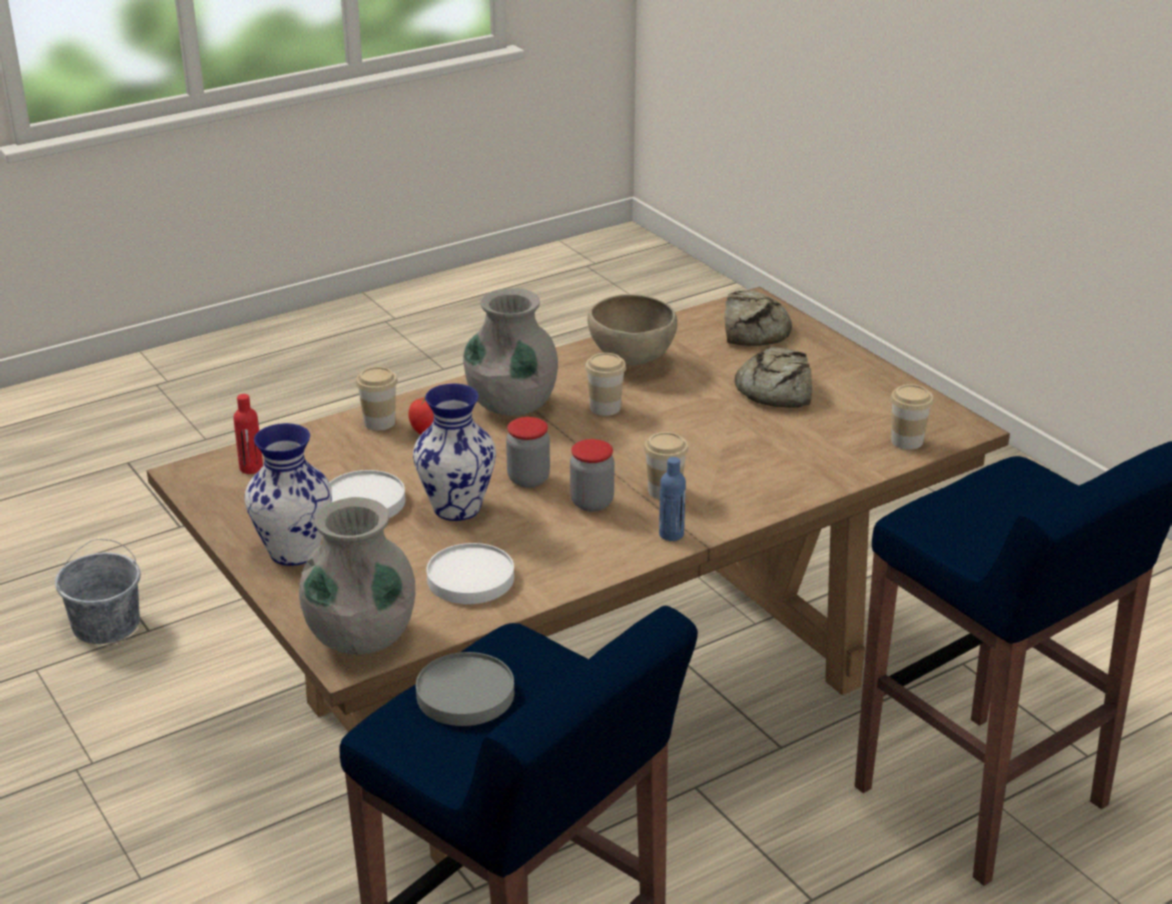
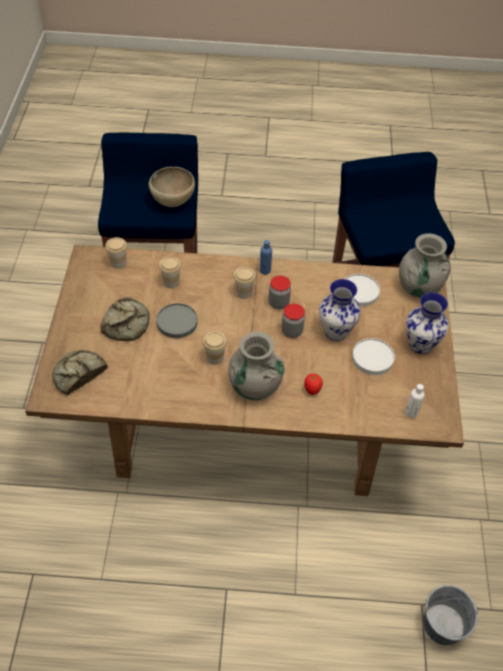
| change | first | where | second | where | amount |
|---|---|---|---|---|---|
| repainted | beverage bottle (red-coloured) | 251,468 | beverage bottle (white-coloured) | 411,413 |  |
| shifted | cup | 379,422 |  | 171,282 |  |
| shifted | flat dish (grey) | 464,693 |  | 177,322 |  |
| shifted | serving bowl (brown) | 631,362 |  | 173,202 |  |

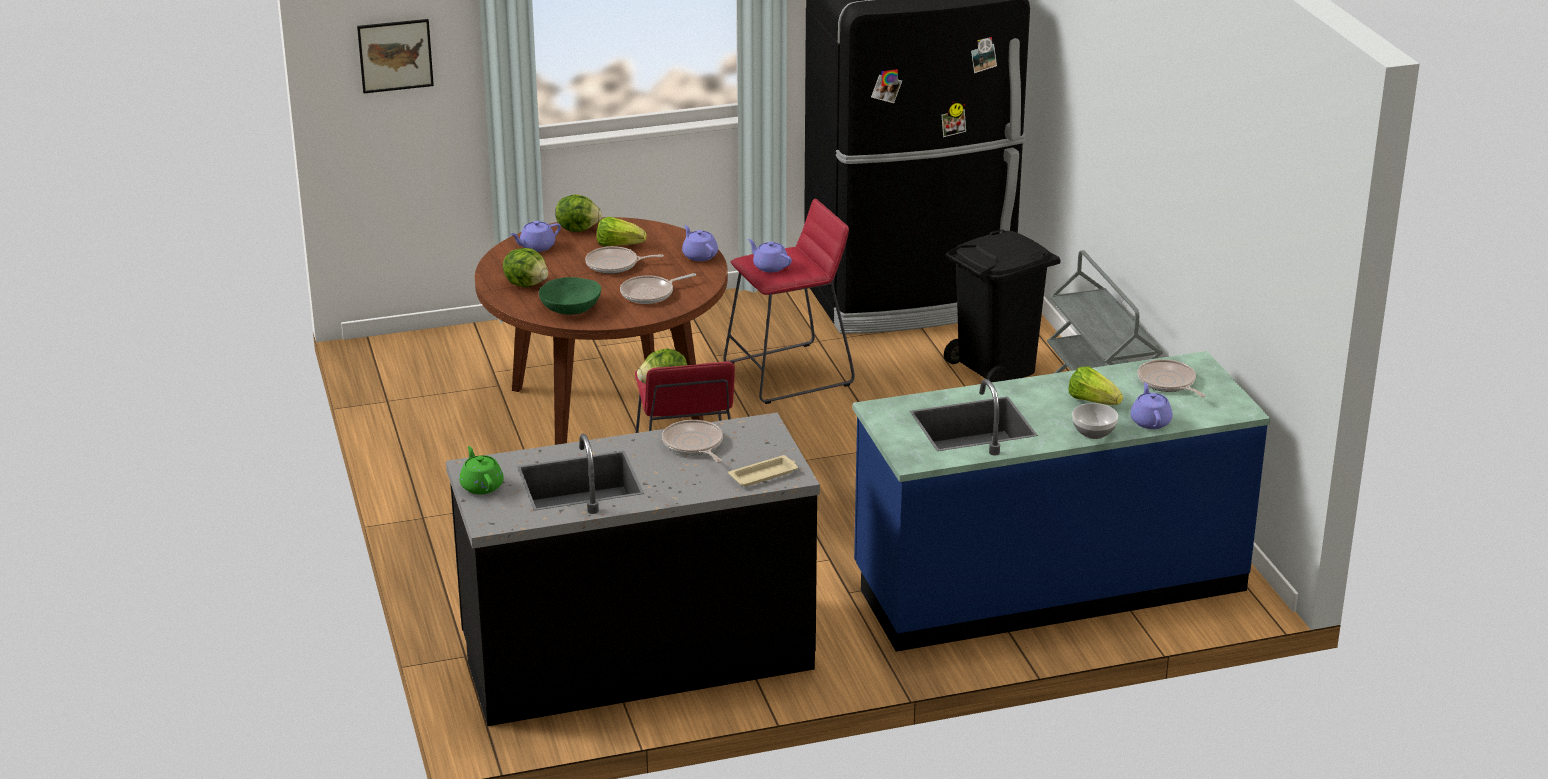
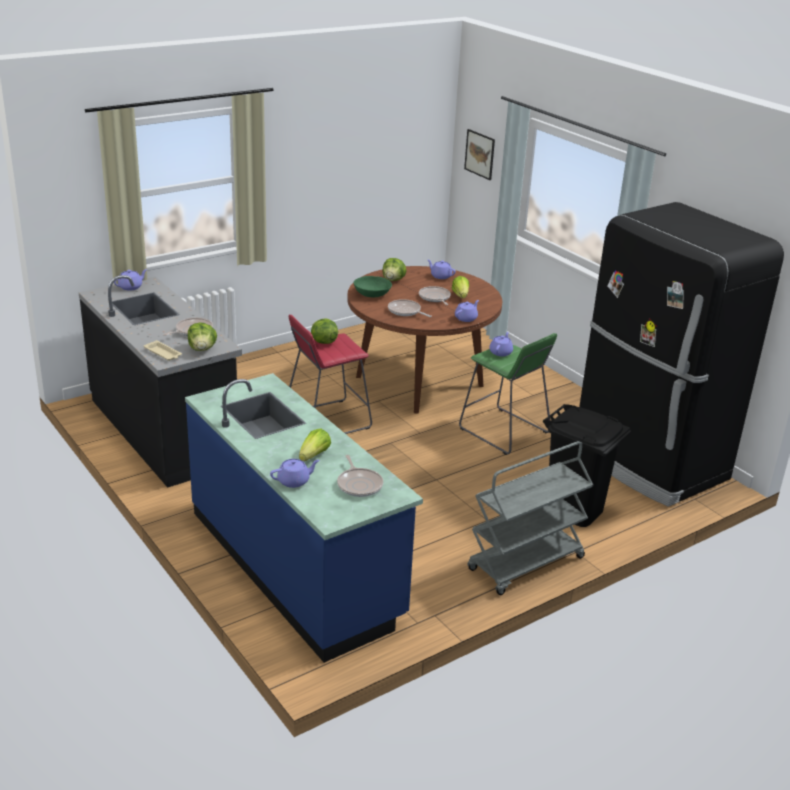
| change | first | where | second | where | amount |
|---|---|---|---|---|---|
| repainted | pot for tea (greenish) | 481,486 | pot for tea (purple-coloured) | 131,287 |  |
| shifted | head of lettuce | 578,229 |  | 202,349 |  |
| repainted | sitting stool (red-coloured) | 788,374 | sitting stool (greenish) | 504,431 |  |
| gone | serving bowl | 1094,432 |  |  |  |
| rotated | skillet | 1168,382 |  | 359,484 | 120 degrees clockwise |

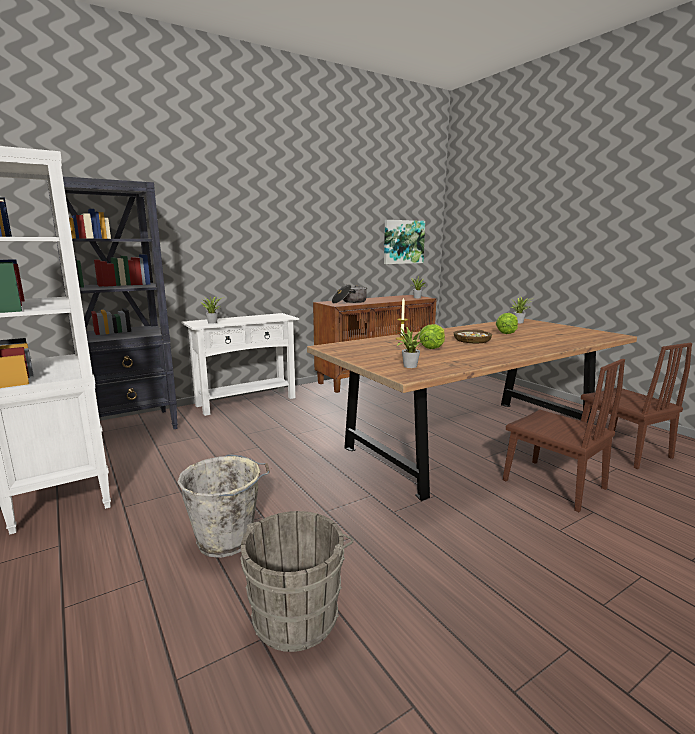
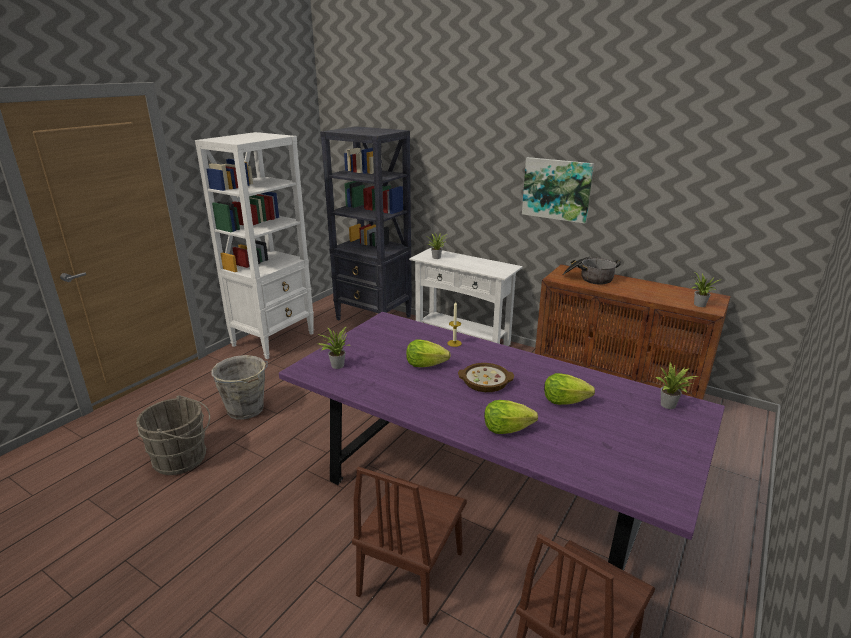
| change | first | where | second | where | amount |
|---|---|---|---|---|---|
| repainted | dinner table (brown) | 472,441 | dinner table (purple-coloured) | 484,494 |  |
| shifted | picture | 403,242 |  | 557,189 |  |
| new |  |  | head of lettuce | 506,429 |  |

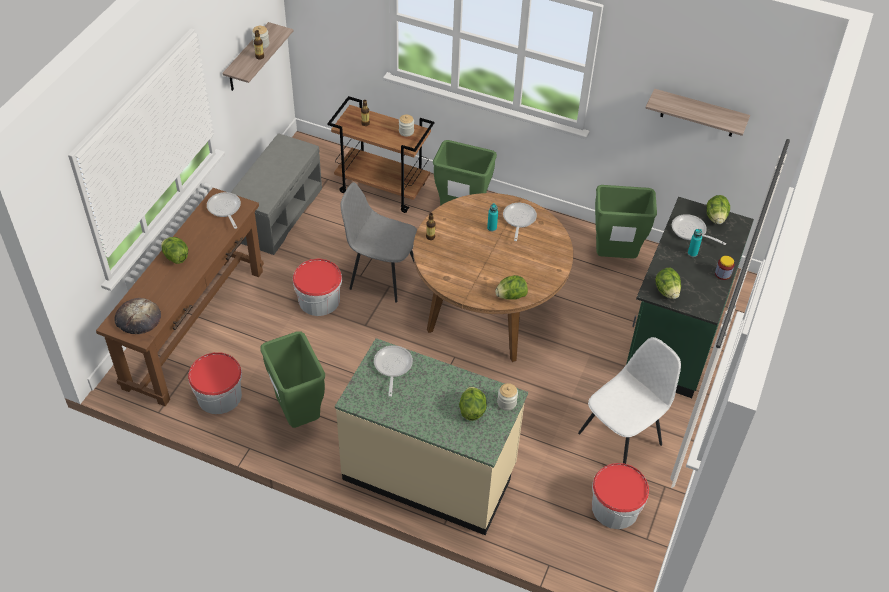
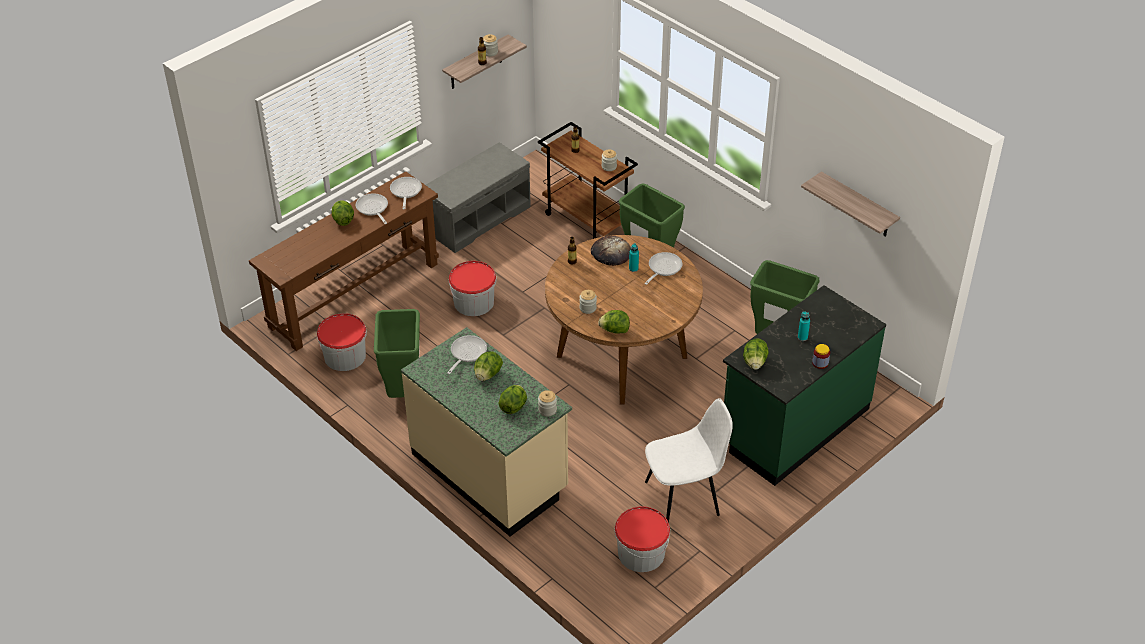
| change | first | where | second | where | amount |
|---|---|---|---|---|---|
| shifted | bakery bread | 138,318 |  | 611,253 |  |
| gone | plain chair (grey) | 381,275 |  |  |  |
| shifted | skillet | 691,232 |  | 373,209 |  |
| shifted | head of lettuce | 715,218 |  | 488,375 |  |
| new |  |  | jar | 588,308 |  |

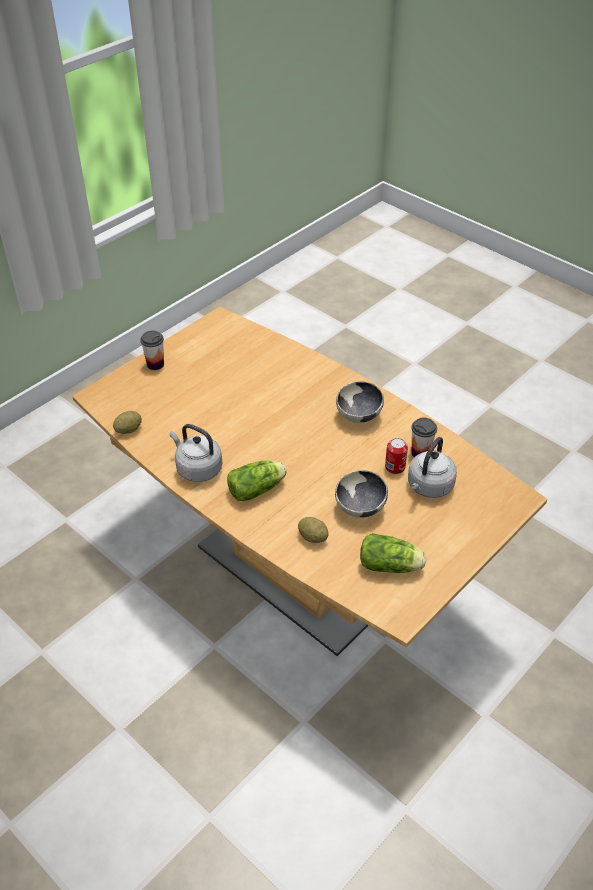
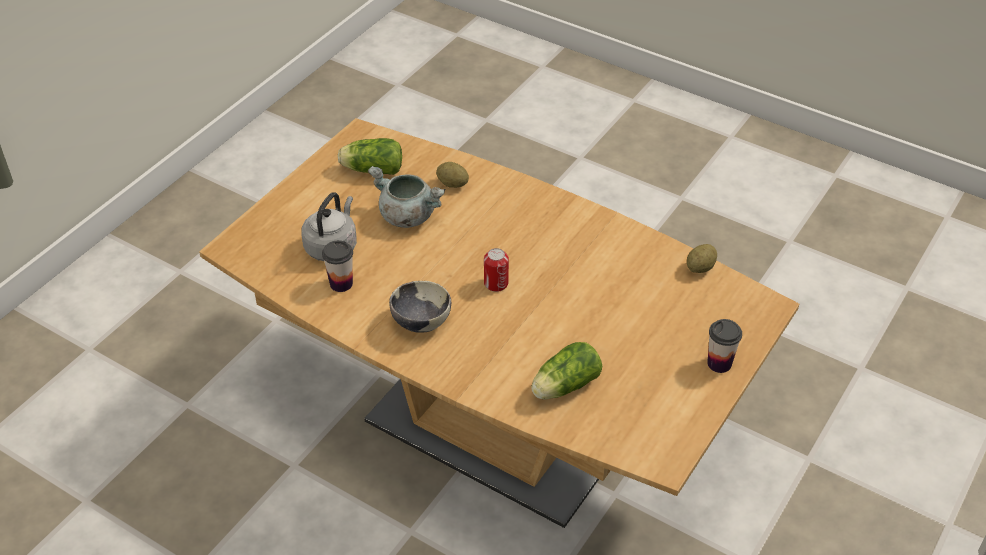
| change | first | where | second | where | amount |
|---|---|---|---|---|---|
| gone | water kettle (grey) | 197,468 |  |  |  |
| shifted | head of lettuce | 258,489 |  | 563,386 |  |
| swapped | serving bowl | 360,508 | saucepot (grey) | 407,216 |  |
| shifted | can | 395,467 |  | 496,283 |  |

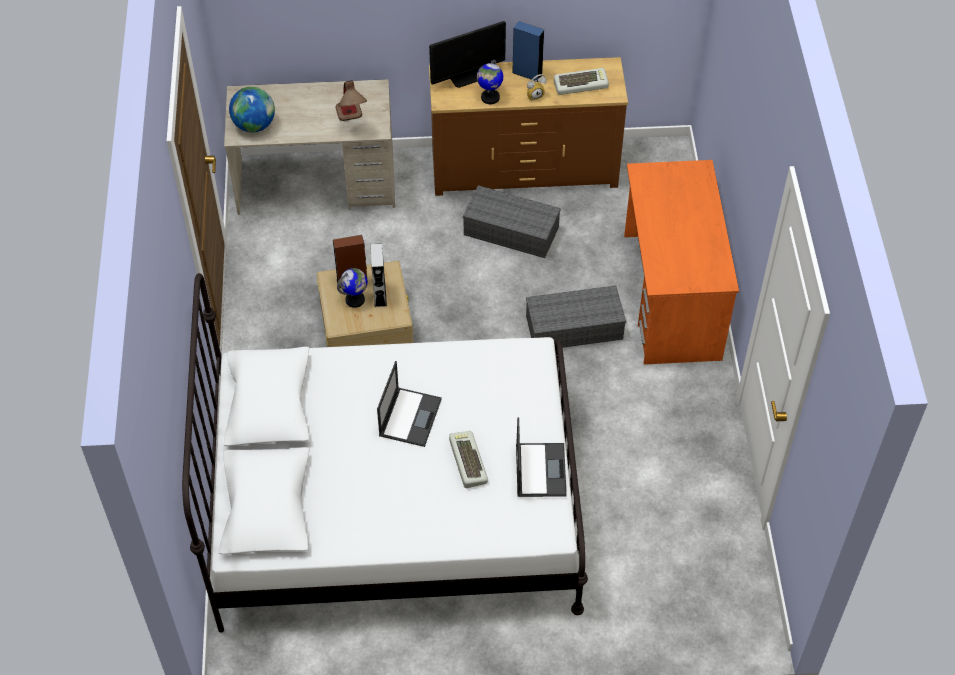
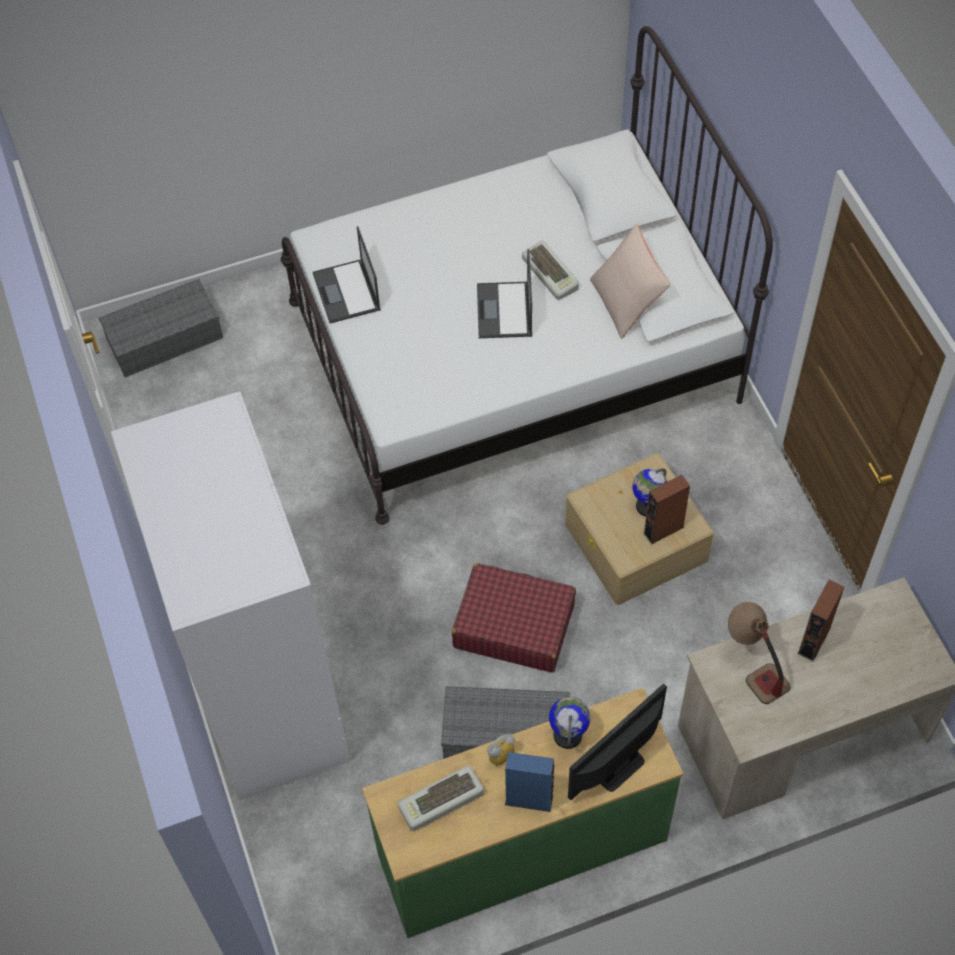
| change | first | where | second | where | amount |
|---|---|---|---|---|---|
| gone | world globe | 254,125 |  |  |  |
| gone | speaker (grey) | 380,294 |  |  |  |
| repainted | drawer chest (brown) | 524,169 | drawer chest (greenish) | 523,849 |  |
| shifted | keyboard | 466,461 |  | 552,273 |  |
| shifted | storage box (grey) | 575,326 |  | 164,340 |  |
| swapped | desk table (orangey) | 671,297 | armoire (white-coloured) | 267,691 |  |
| new |  |  | travel case (red-coloured) | 513,625 |  |
| new |  |  | cushion (beige) | 627,302 |  |
| new |  |  | speaker (brown) | 814,640 |  |

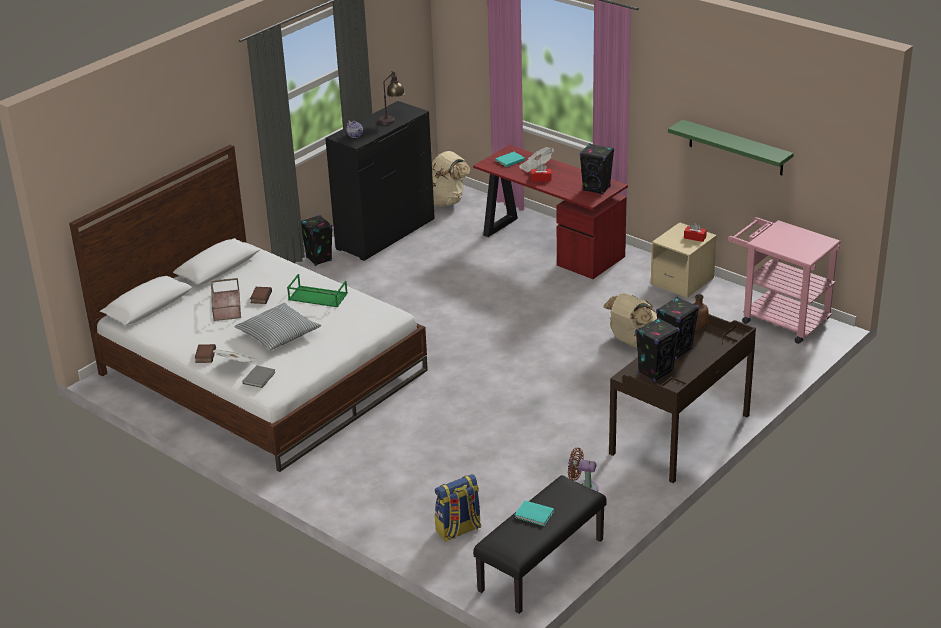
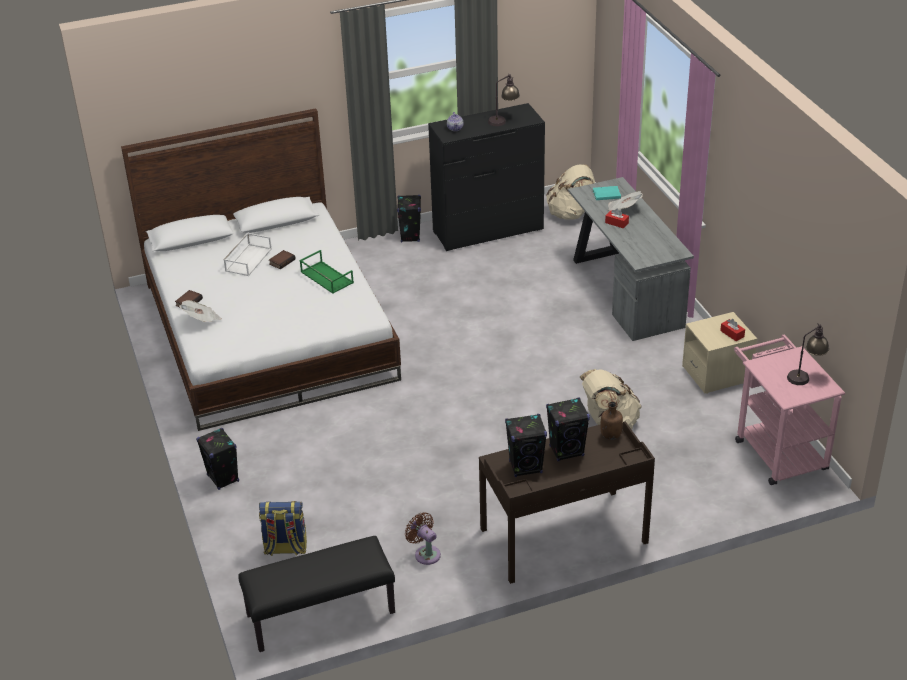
| change | first | where | second | where | amount |
|---|---|---|---|---|---|
| repainted | serving tray (brown) | 226,305 | serving tray (white-coloured) | 248,259 |  |
| gone | cushion | 278,334 |  |  |  |
| gone | volume (grey) | 260,377 |  |  |  |
| repainted | desk table (red-coloured) | 550,245 | desk table (grey) | 625,291 |  |
| gone | volume (turquoise) | 535,515 |  |  |  |
| shifted | speaker (black-coloured) | 596,189 |  | 223,478 |  |
| gone | shelf (greenish) | 736,148 |  |  |  |
| new |  |  | lamp for a table | 805,376 |  |

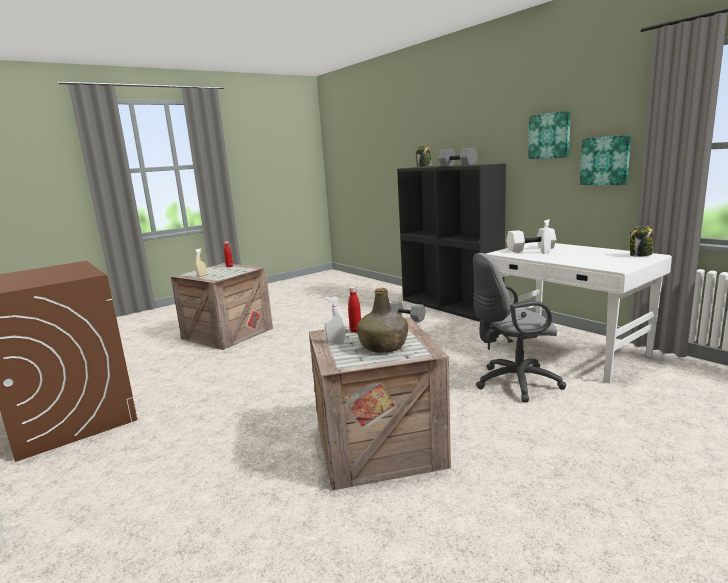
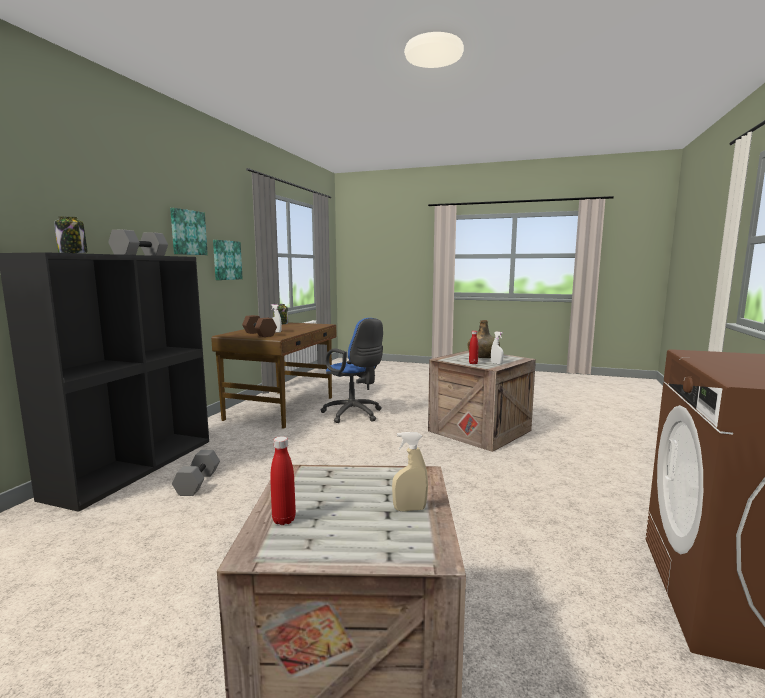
| change | first | where | second | where | amount |
|---|---|---|---|---|---|
| repainted | computer chair (grey) | 513,383 | computer chair (blue) | 354,415 |  |
| repainted | desk table (white-coloured) | 568,351 | desk table (brown) | 282,408 |  |
| repainted | hand weight (white-coloured) | 530,249 | hand weight (brown) | 258,334 |  |

